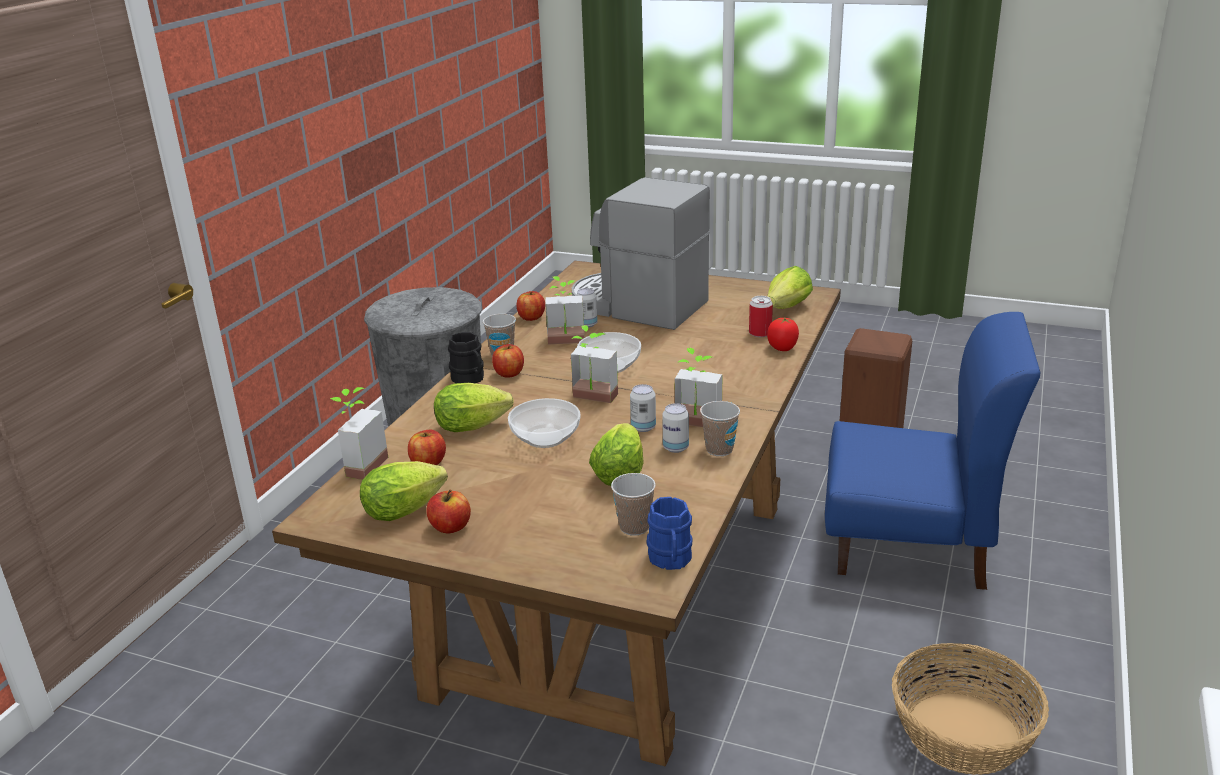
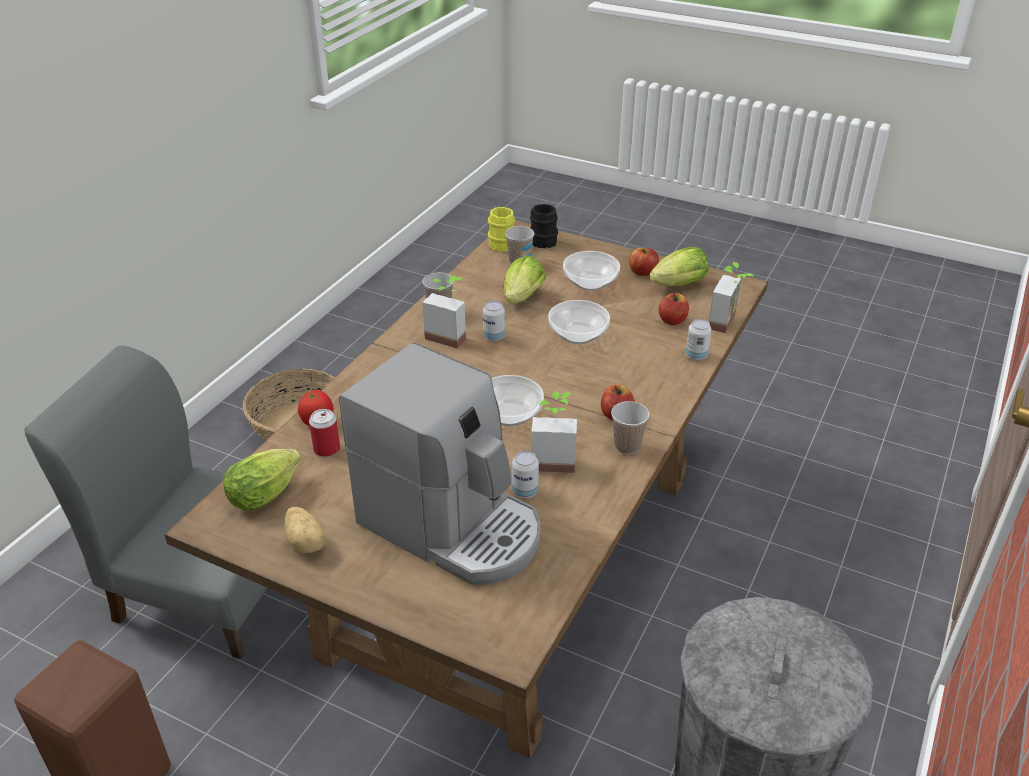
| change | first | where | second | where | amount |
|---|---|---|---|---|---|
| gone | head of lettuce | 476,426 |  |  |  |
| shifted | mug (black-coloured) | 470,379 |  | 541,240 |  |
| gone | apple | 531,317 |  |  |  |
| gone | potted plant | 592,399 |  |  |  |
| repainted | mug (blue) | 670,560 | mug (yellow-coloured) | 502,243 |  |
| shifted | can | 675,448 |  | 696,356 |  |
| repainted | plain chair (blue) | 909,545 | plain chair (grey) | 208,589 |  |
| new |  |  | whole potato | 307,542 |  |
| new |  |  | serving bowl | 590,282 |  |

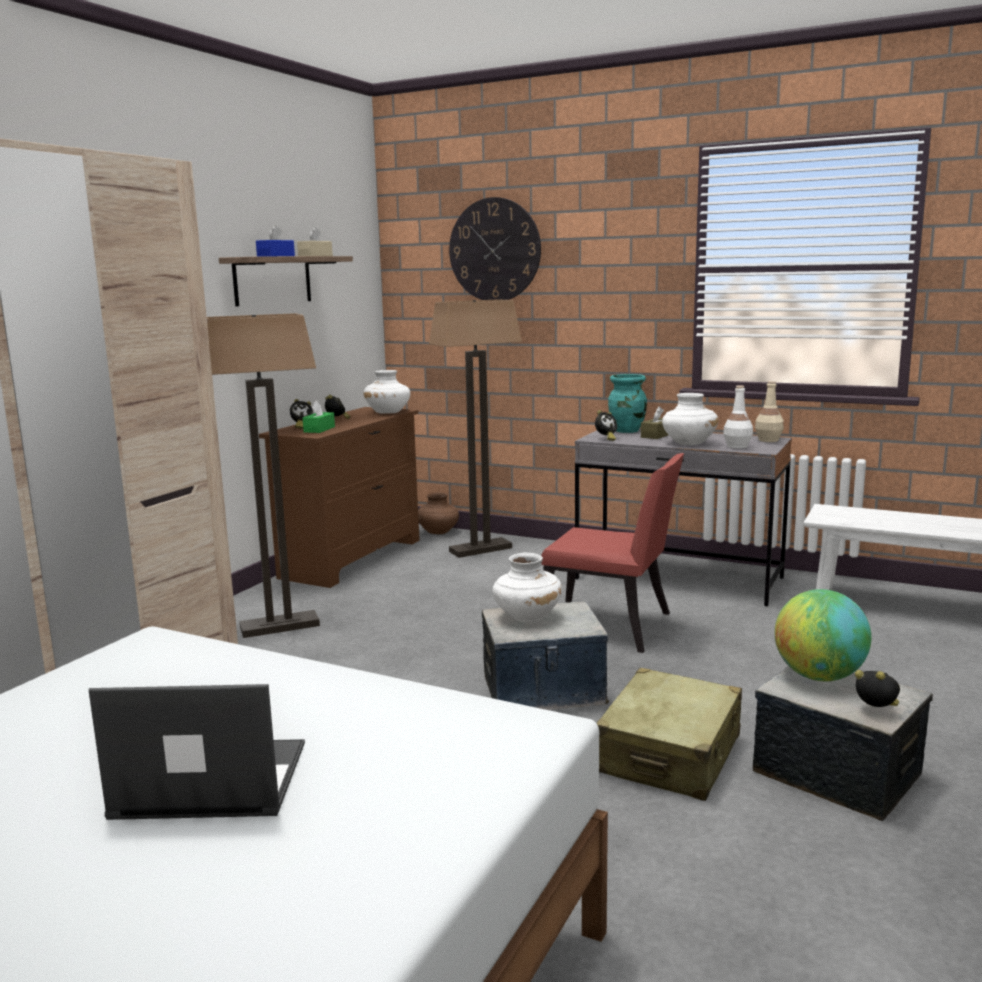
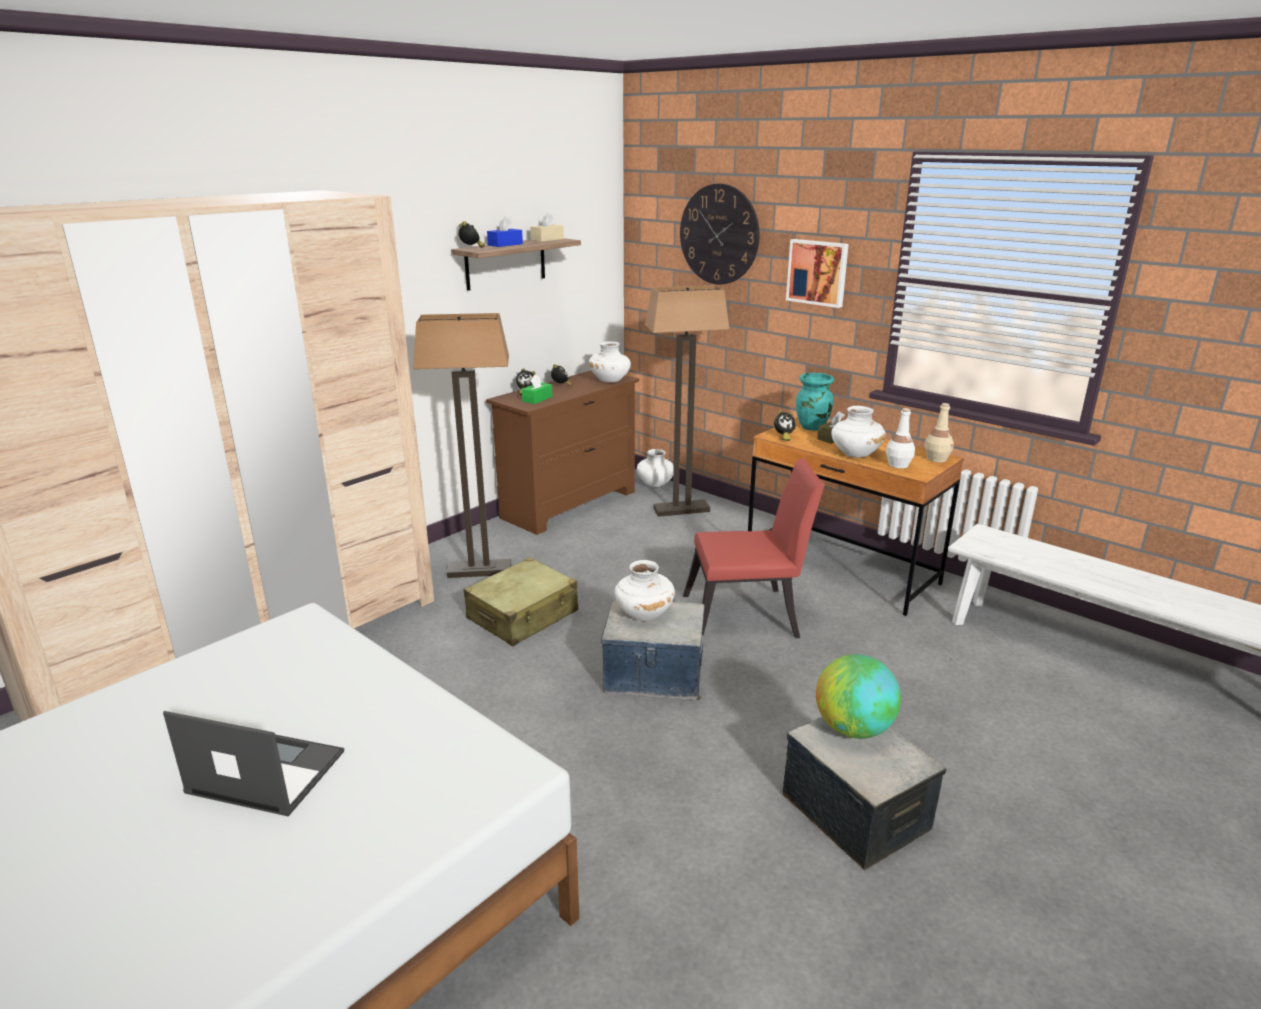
| change | first | where | second | where | amount |
|---|---|---|---|---|---|
| repainted | decorative vase (brown) | 438,532 | decorative vase (white-coloured) | 655,484 |  |
| rotated | plain chair (red-coloured) | 611,627 |  | 748,616 | 45 degrees counterclockwise |
| repainted | desk table (grey) | 679,579 | desk table (brown) | 841,570 |  |
| shifted | travel case (beige) | 670,754 |  | 523,615 |  |
| shifted | alarm clock | 877,711 |  | 471,248 |  |
| new |  |  | picture | 818,272 |  |

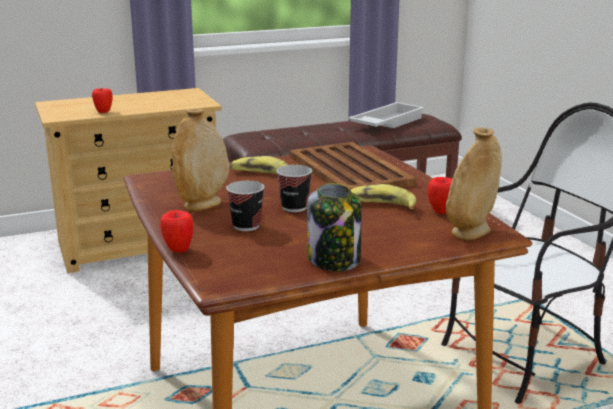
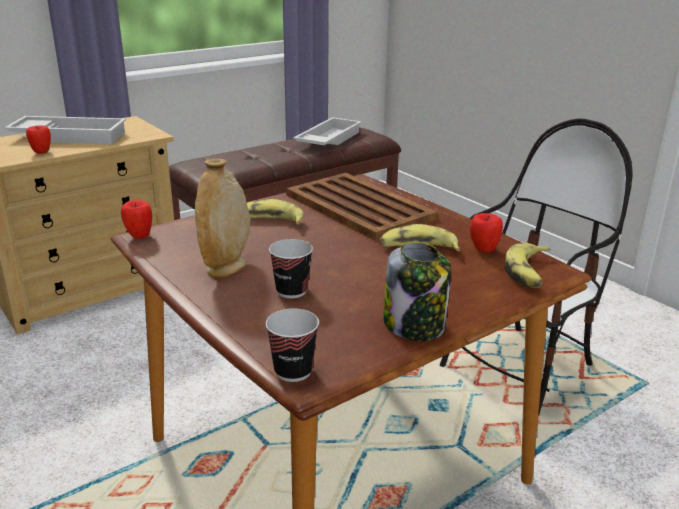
| change | first | where | second | where | amount |
|---|---|---|---|---|---|
| shifted | apple | 178,250 |  | 139,236 |  |
| shifted | cup | 294,207 |  | 293,371 |  |
| swapped | decorative vase (beige) | 470,233 | whole banana | 528,273 |  |
| new |  |  | serving tray (white-coloured) | 70,136 |  |

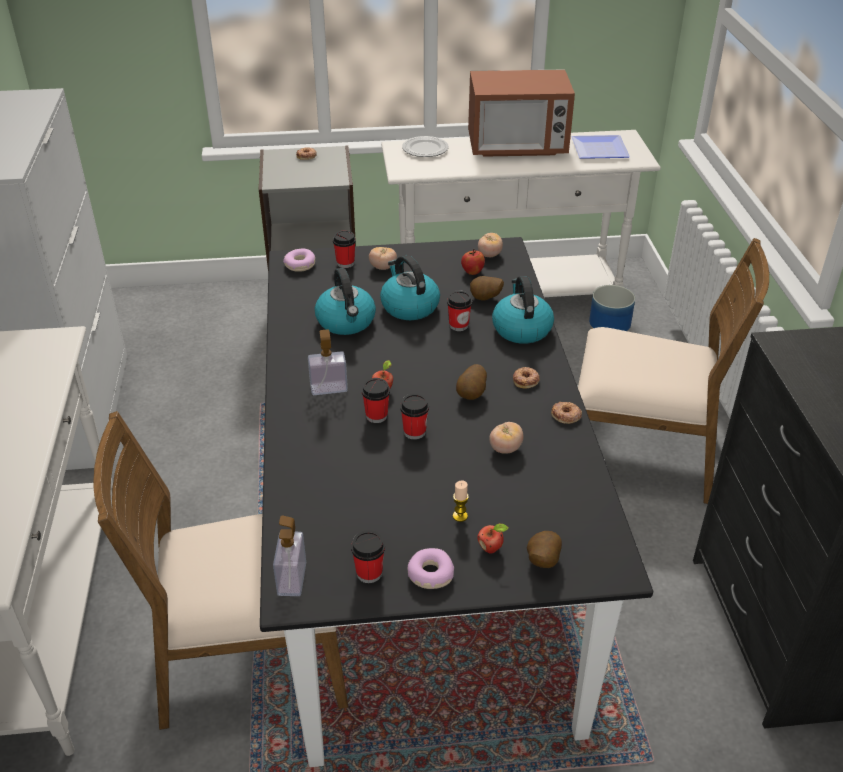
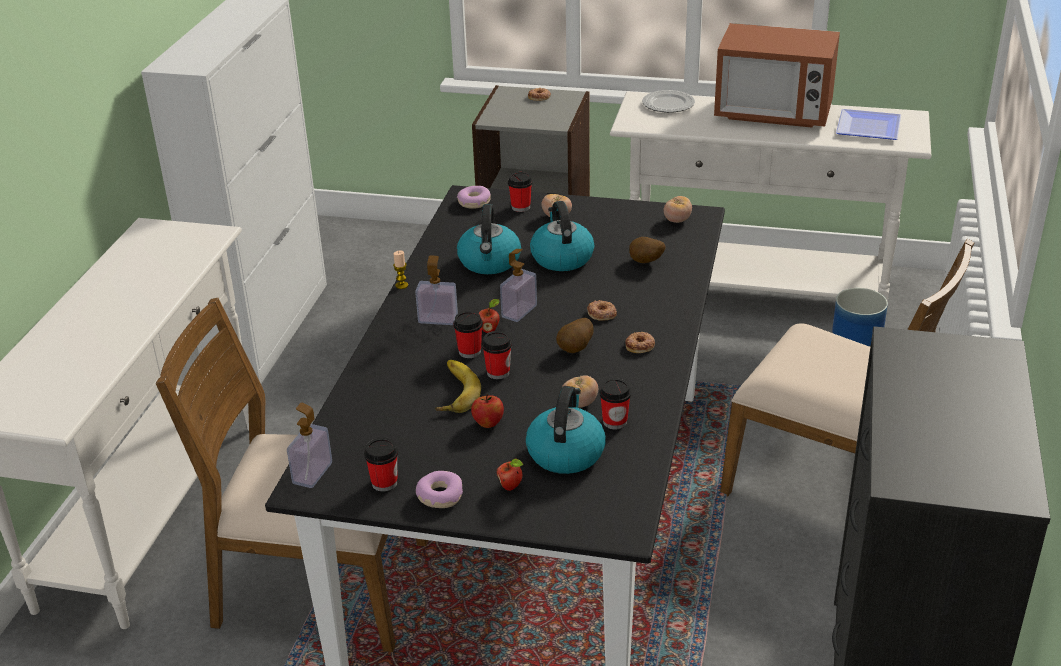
| change | first | where | second | where | amount |
|---|---|---|---|---|---|
| shifted | cup | 458,325 |  | 615,422 |  |
| shifted | wax candle | 460,516 |  | 401,285 |  |
| shifted | apple | 472,272 |  | 488,423 |  |
| shifted | water kettle | 521,328 |  | 565,452 |  |
| gone | whole potato | 541,562 |  |  |  |
| shifted | donut | 566,415 |  | 601,314 |  |
| new |  |  | whole banana | 452,391 |  |
| new |  |  | soap dispenser | 519,311 |  |

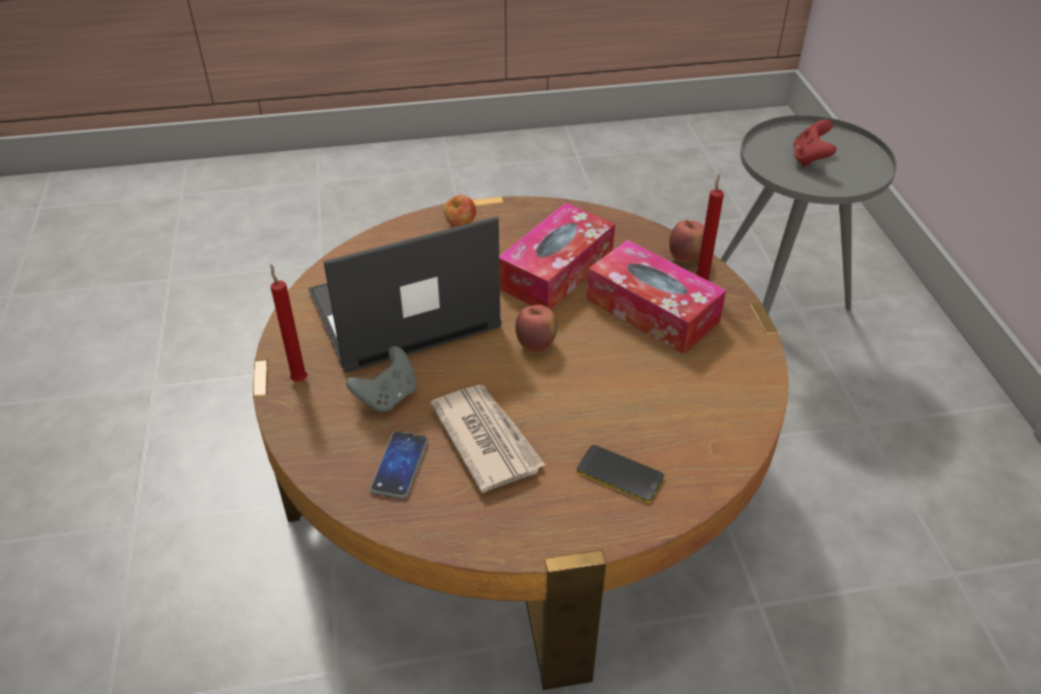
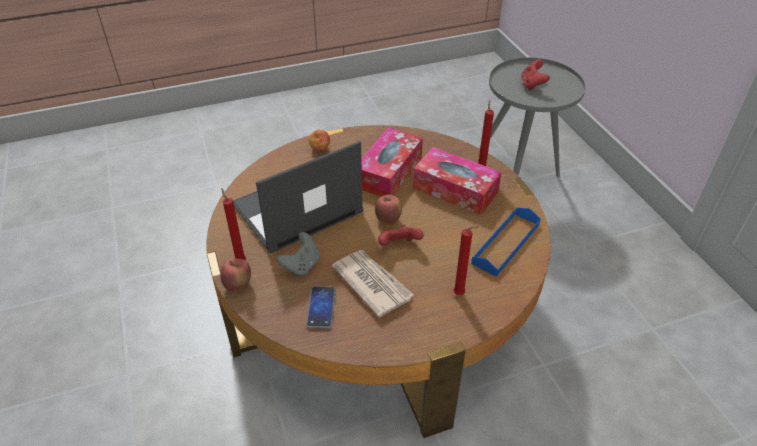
| change | first | where | second | where | amount |
|---|---|---|---|---|---|
| swapped | handset | 620,474 | wax candle (red-coloured) | 460,294 |  |
| shifted | apple | 685,257 |  | 238,285 |  |
| new |  |  | joypad (red-coloured) | 398,246 |  |
| new |  |  | serving tray (blue) | 506,243 |  |

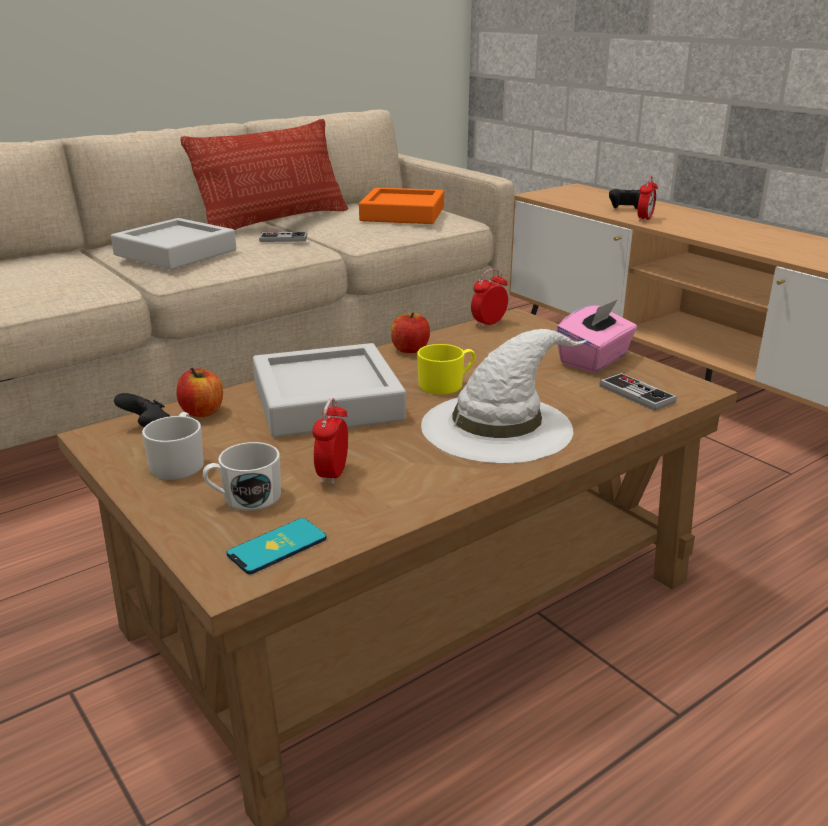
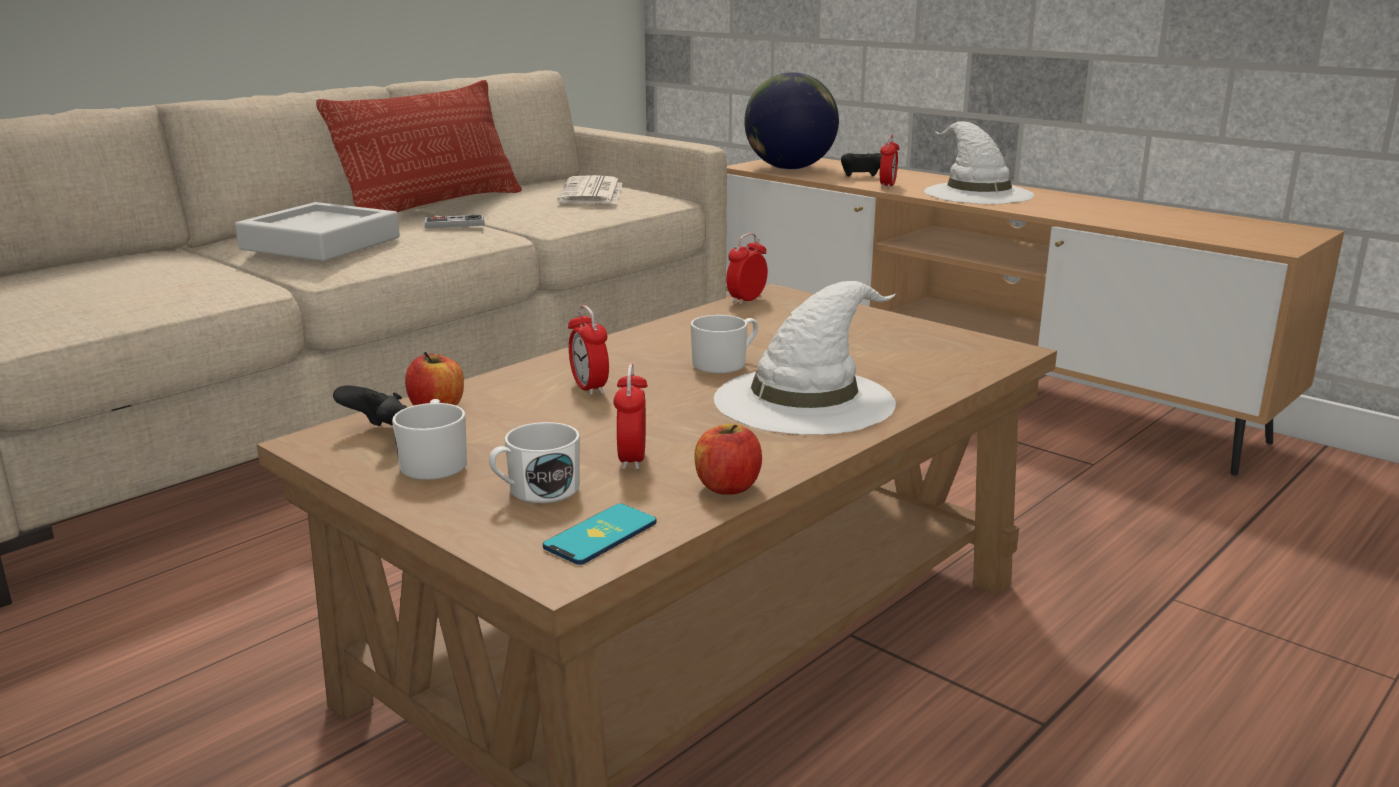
| change | first | where | second | where | amount |
|---|---|---|---|---|---|
| swapped | serving tray (grey) | 327,401 | alarm clock | 589,388 |  |
| swapped | serving tray (orangey) | 402,214 | printed paper | 592,193 |  |
| shifted | apple | 410,349 |  | 727,487 |  |
| repainted | mug (yellow-coloured) | 446,384 | mug (white-coloured) | 725,363 |  |
| gone | tissue holder (pinkish) | 594,360 |  |  |  |
| gone | joypad | 636,394 |  |  |  |
| new |  |  | world globe | 790,168 |  |
| new |  |  | wearable hat (white-coloured) | 976,193 |  |

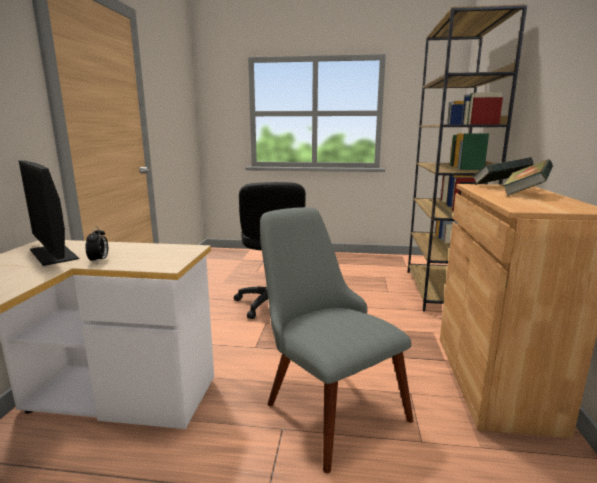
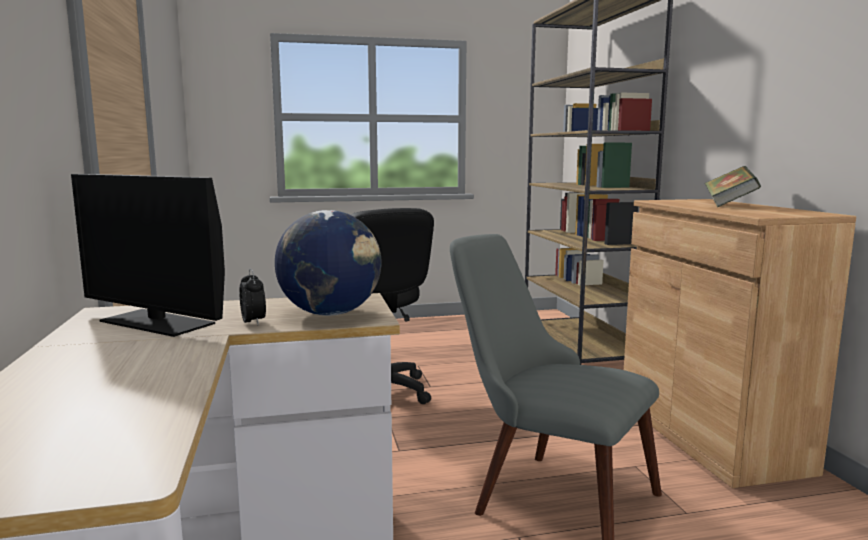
| change | first | where | second | where | amount |
|---|---|---|---|---|---|
| gone | volume | 499,186 |  |  |  |
| new |  |  | world globe | 331,313 |  |

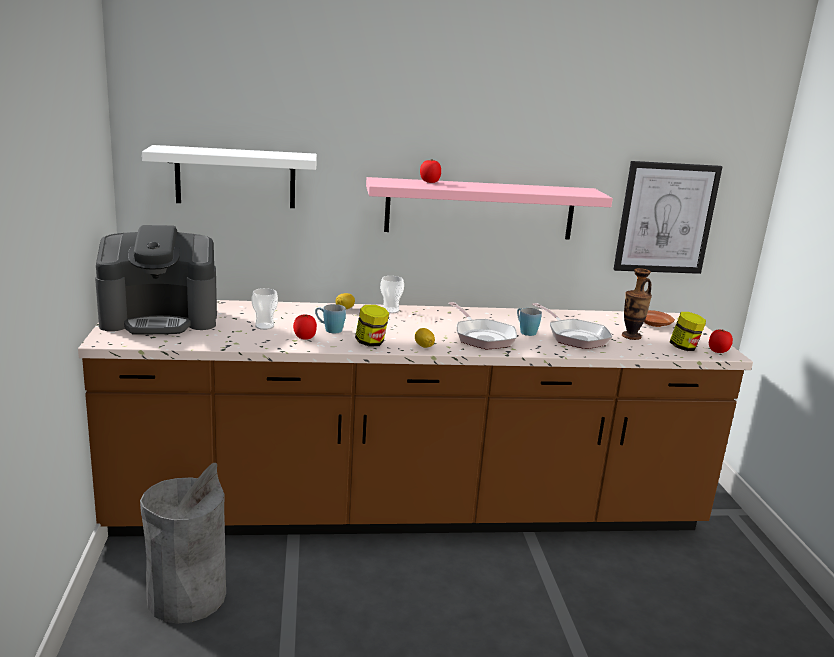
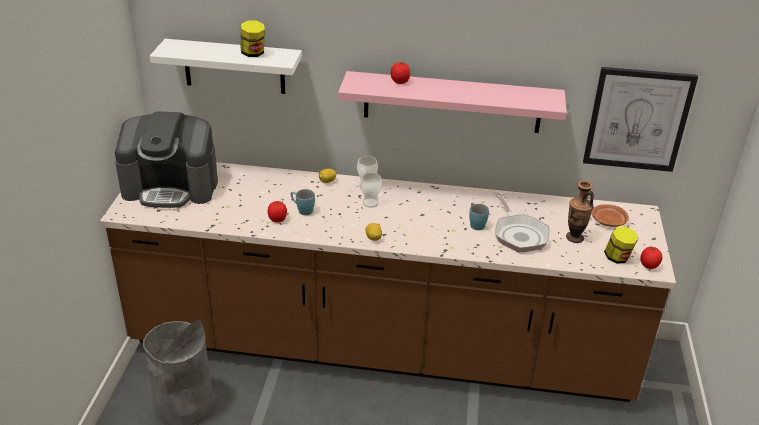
| change | first | where | second | where | amount |
|---|---|---|---|---|---|
| shifted | cup | 264,326 |  | 370,203 |  |
| shifted | jar | 371,343 |  | 253,53 |  |
| gone | skillet | 482,337 |  |  |  |

